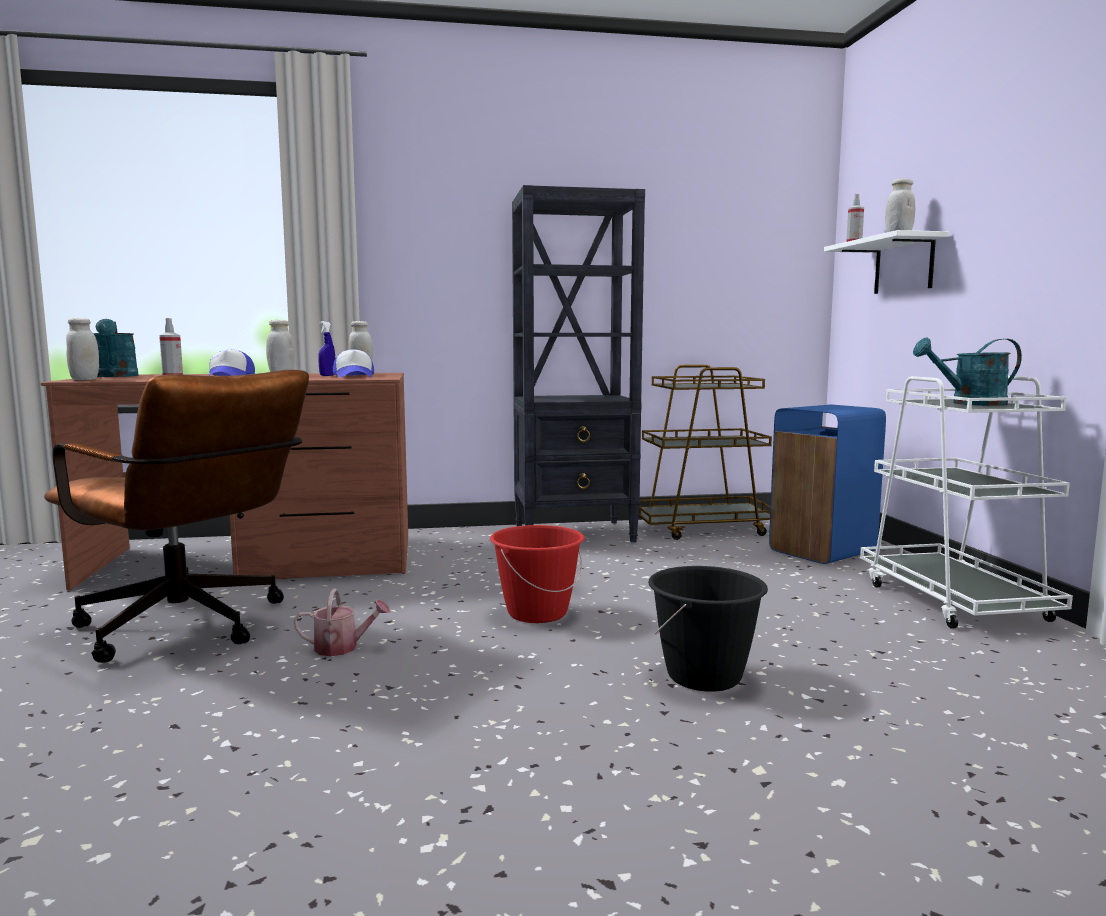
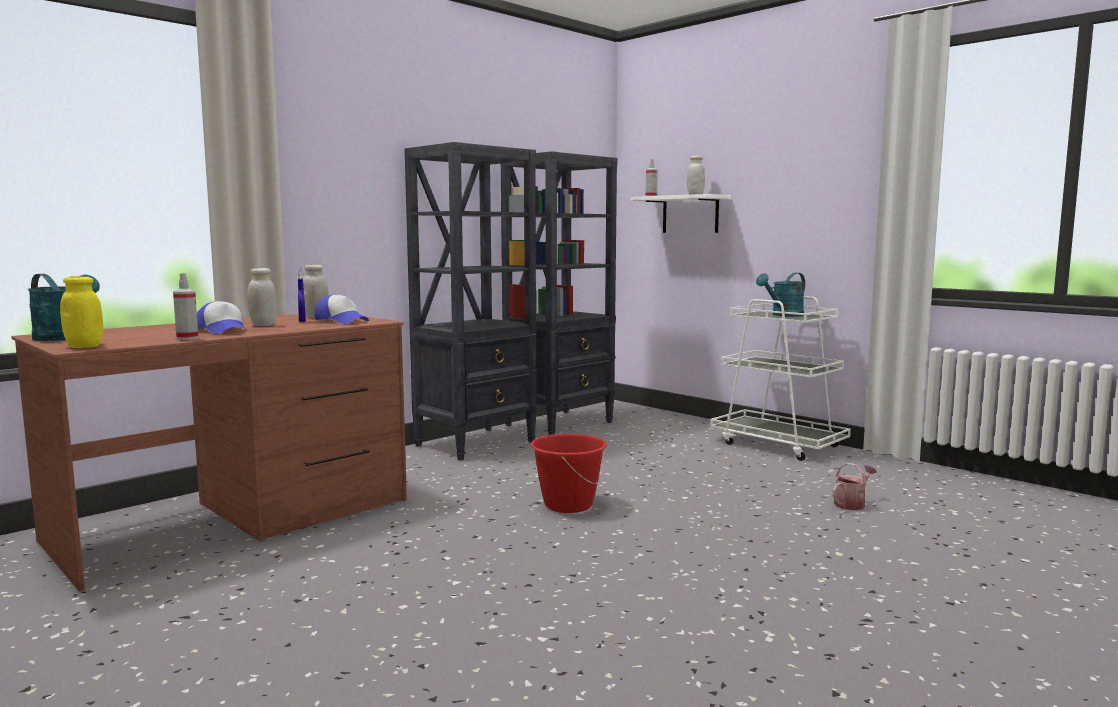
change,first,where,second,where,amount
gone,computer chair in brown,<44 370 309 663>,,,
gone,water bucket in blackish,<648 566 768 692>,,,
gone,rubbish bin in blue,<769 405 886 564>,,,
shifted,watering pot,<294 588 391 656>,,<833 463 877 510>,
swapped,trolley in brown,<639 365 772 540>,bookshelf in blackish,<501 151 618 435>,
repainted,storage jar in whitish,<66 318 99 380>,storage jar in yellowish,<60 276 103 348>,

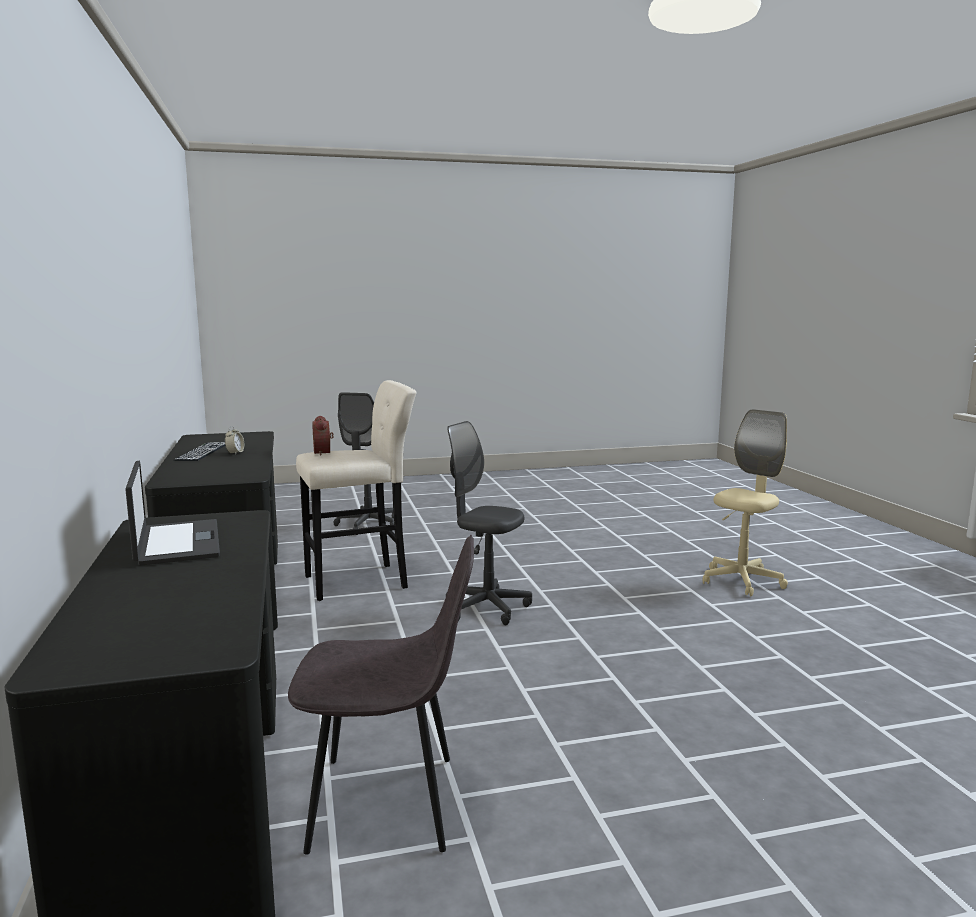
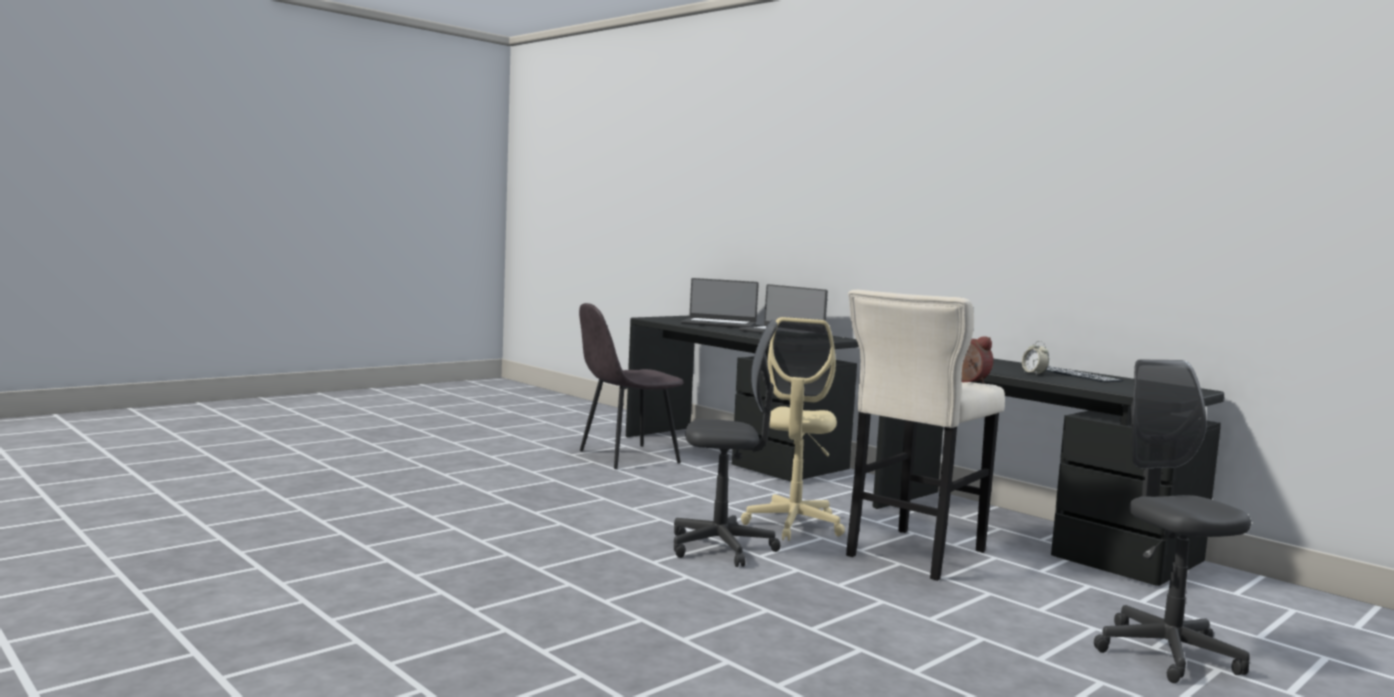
change,first,where,second,where,amount
new,,,notebook computer,<681 278 759 328>,
shifted,computer chair in sand-coloured,<703 409 788 596>,,<741 317 845 541>,

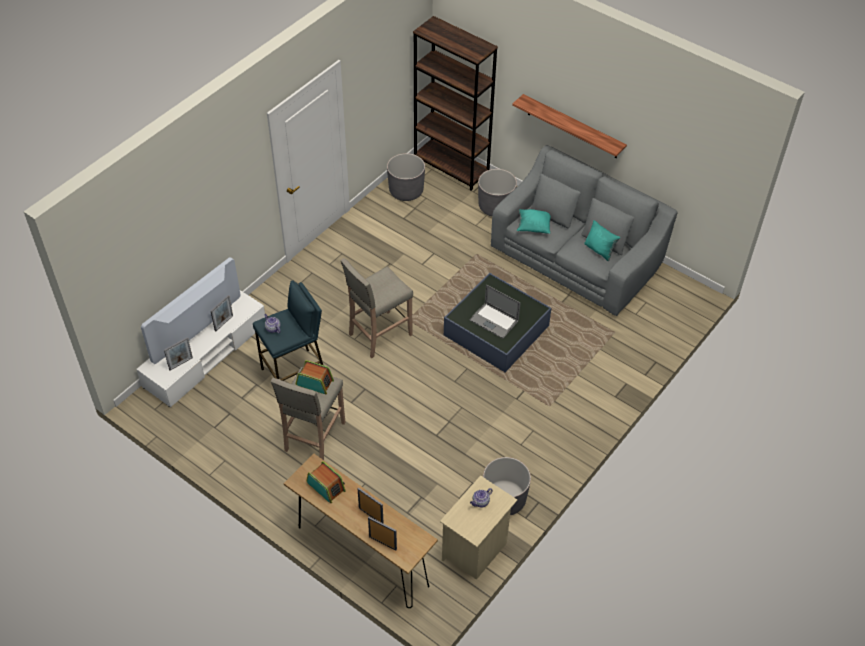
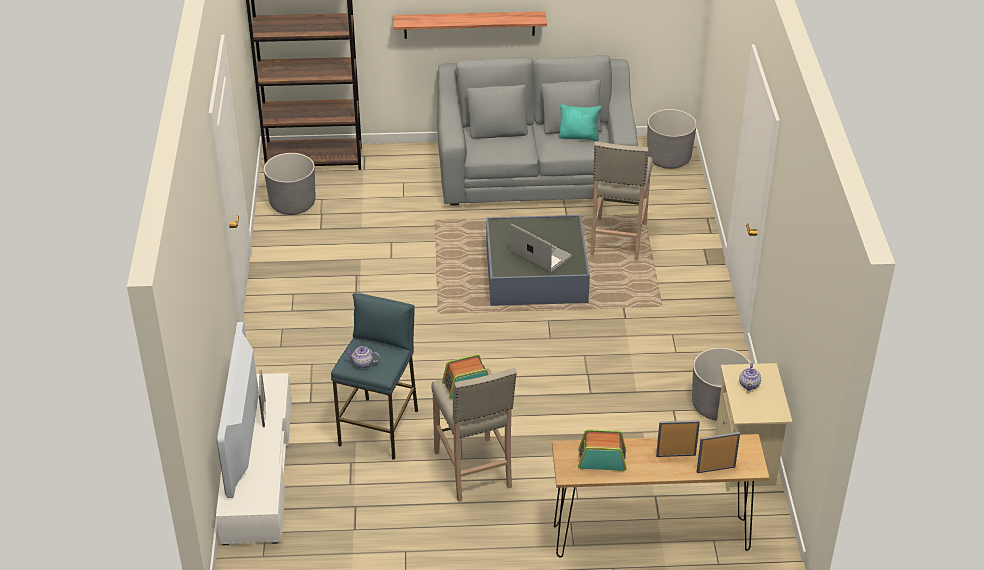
change,first,where,second,where,amount
gone,photo frame,<164 337 193 370>,,,
gone,cushion in turquoise-coloured,<517 209 551 234>,,,
shifted,stool seat in sand-coloured,<340 258 413 358>,,<590 141 653 261>,
shifted,plant pot in grey,<478 169 517 216>,,<647 109 697 169>,
rotated,notebook computer,<469 284 520 339>,,<510 224 573 273>,135 degrees counterclockwise

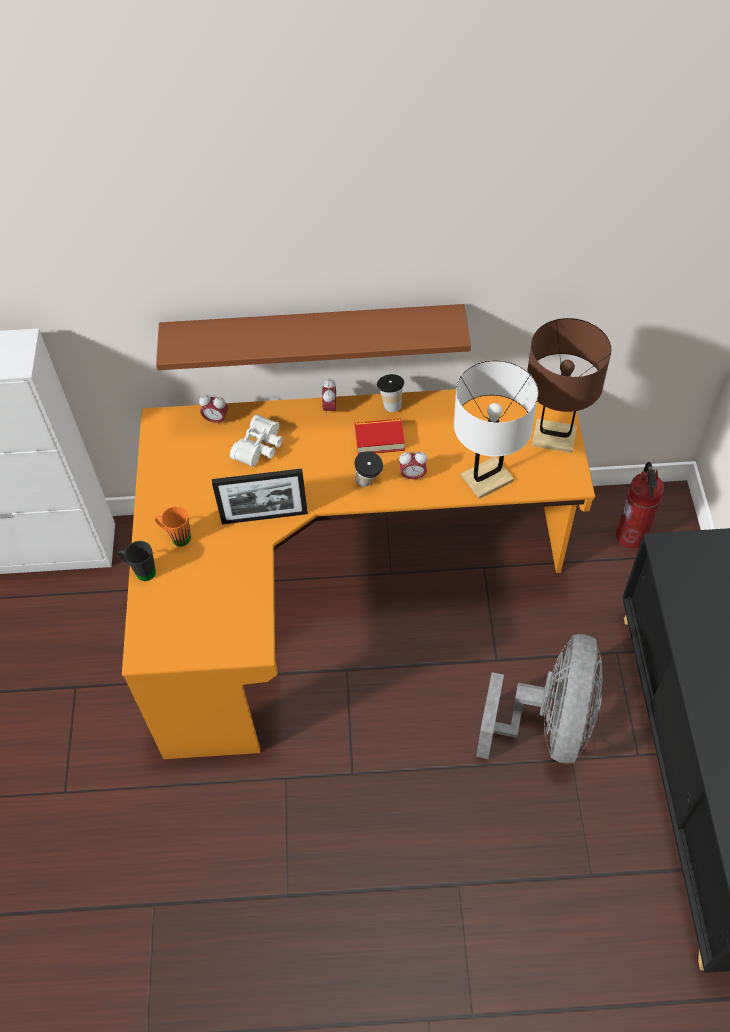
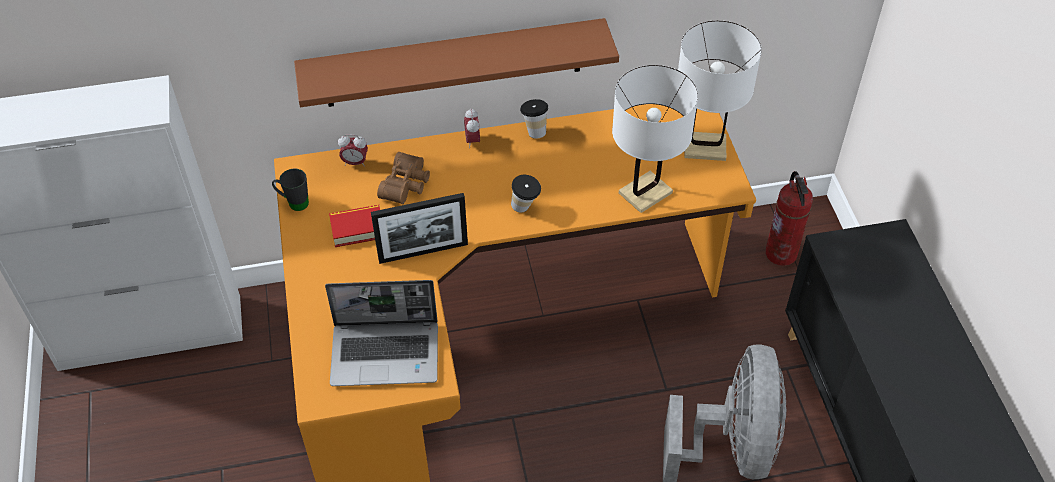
change,first,where,second,where,amount
gone,tea mug in orangey,<155 506 191 546>,,,
gone,table clock,<399 451 427 480>,,,
new,,,notebook computer,<325 280 438 386>,
shifted,tea mug in blackish,<119 541 156 581>,,<272 169 309 211>,
shifted,book,<355 419 405 455>,,<329 205 380 247>,
repainted,pair of binoculars in whitish,<230 414 283 467>,pair of binoculars in brown,<377 152 430 204>,
repainted,tabletop lamp in brown,<527 318 611 453>,tabletop lamp in whitish,<678 20 762 161>,

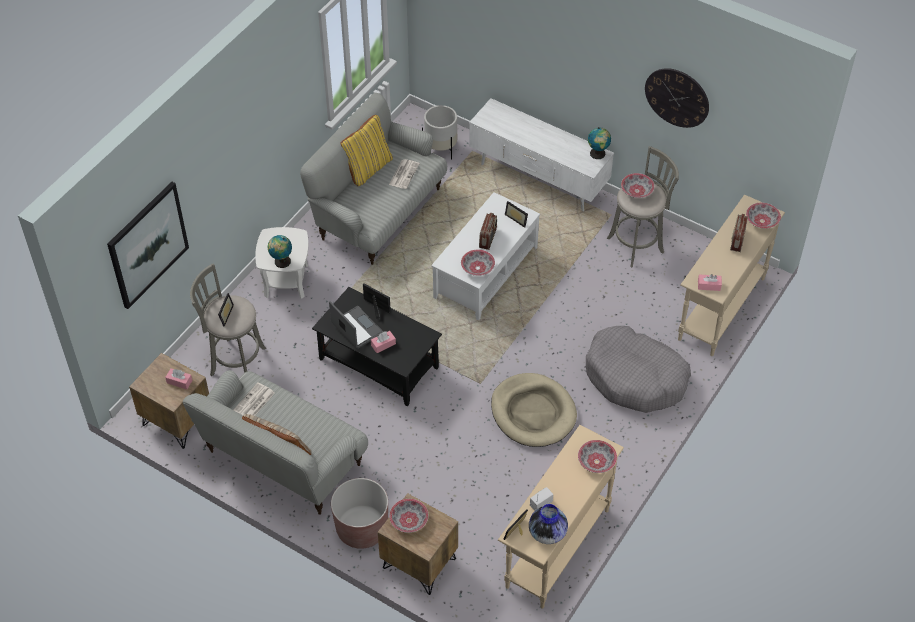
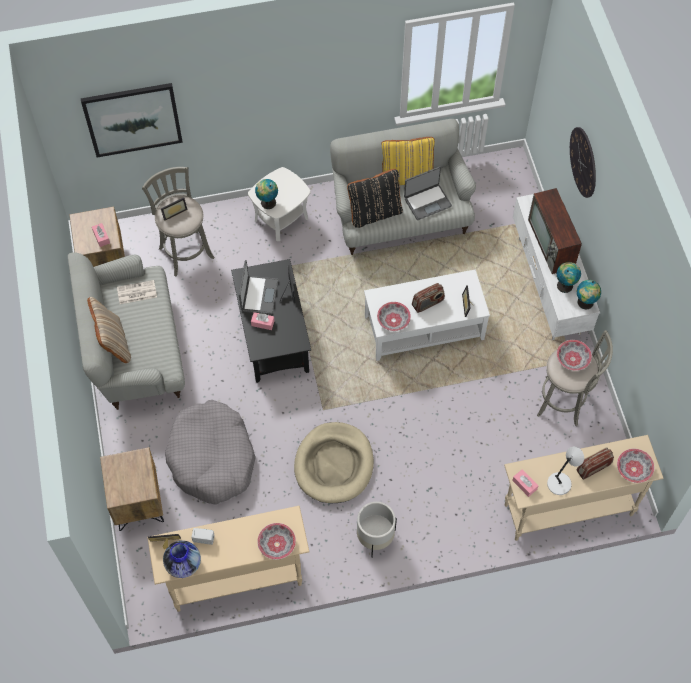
change,first,where,second,where,amount
gone,plant pot in brown,<331 478 388 549>,,,
gone,bowl,<389 499 428 533>,,,
new,,,cushion in blackish,<347 169 403 228>,
new,,,television,<528 188 582 274>,
new,,,tabletop lamp in grey,<547 447 584 495>,
new,,,globe,<557 262 581 293>,
shifted,plant pot in whitish,<422 105 457 160>,,<357 502 397 558>,
shifted,dog bed in grey,<586 326 691 413>,,<165 400 256 505>,
shifted,wall clock,<645 68 709 128>,,<570 127 596 198>,
swapped,newspaper,<389 159 420 189>,notebook computer,<404 166 452 220>,

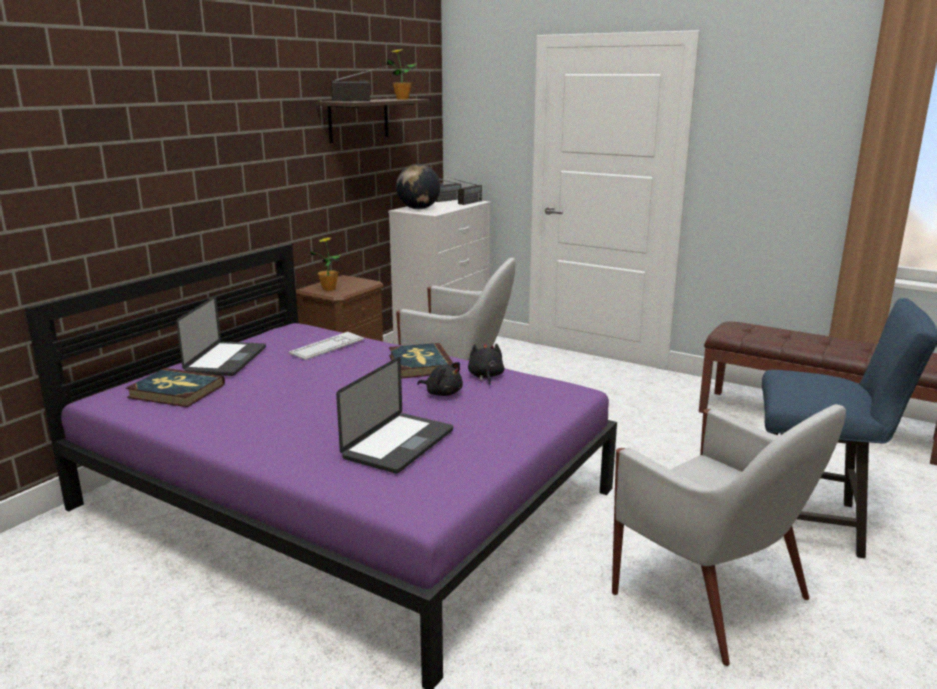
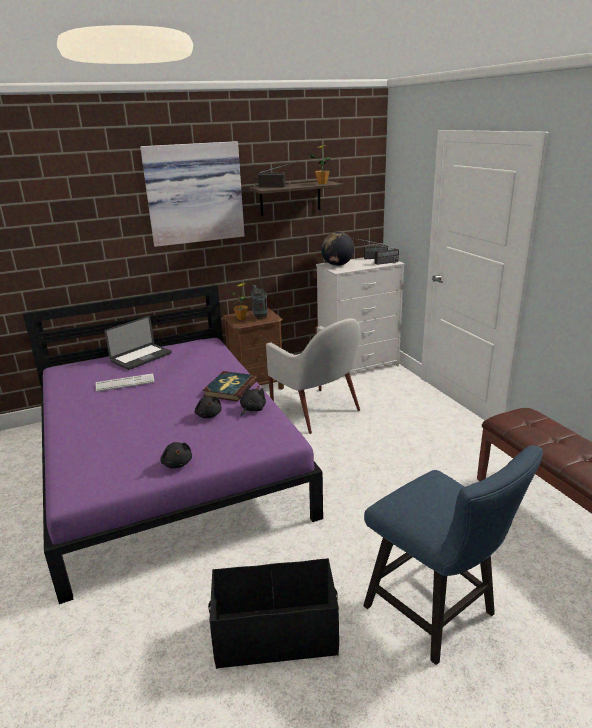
change,first,where,second,where,amount
gone,book,<126 368 225 407>,,,
gone,notebook computer,<336 357 453 473>,,,
new,,,wall picture,<140 141 245 247>,
new,,,cuddly toy in blackish,<161 442 192 468>,
new,,,radio set,<251 275 268 319>,
shifted,keyboard,<288 332 365 360>,,<96 373 155 392>,
swapped,armchair in whitish,<612 404 846 666>,storage bin in blackish,<208 558 339 669>,

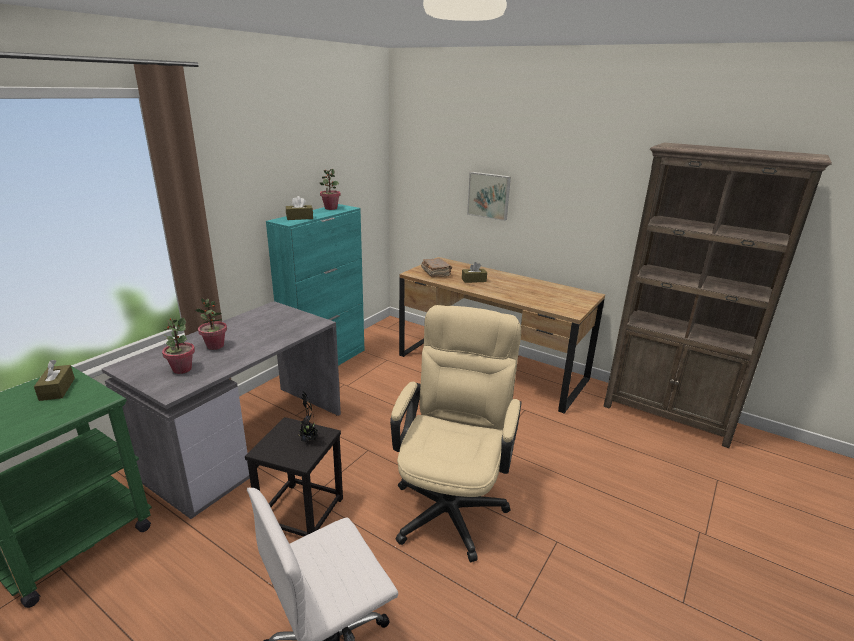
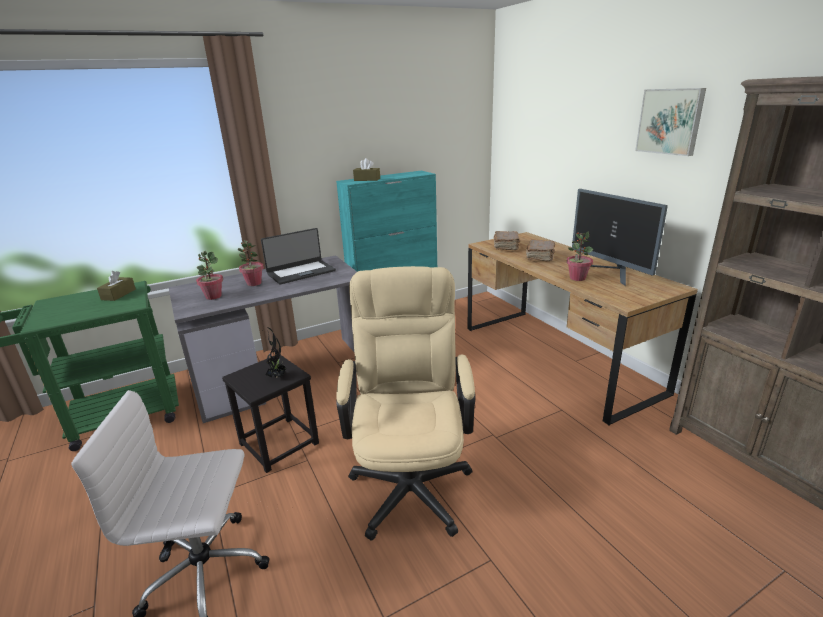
change,first,where,second,where,amount
new,,,notebook computer,<261 228 336 285>,
new,,,computer display,<572 189 668 286>,
shifted,plant in a pot,<319 169 341 210>,,<566 232 593 281>,
shifted,wall picture,<467 172 511 221>,,<635 88 706 156>,
swapped,tissue box in brown,<462 262 487 283>,book in brown,<526 239 555 261>,
rotated,computer chair in sand-coloured,<390 305 521 562>,,<336 266 475 541>,45 degrees counterclockwise

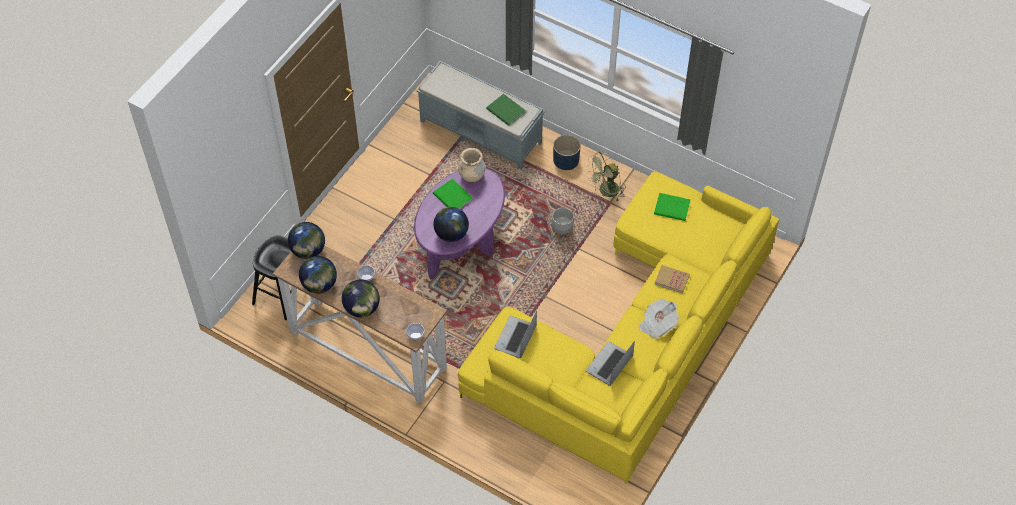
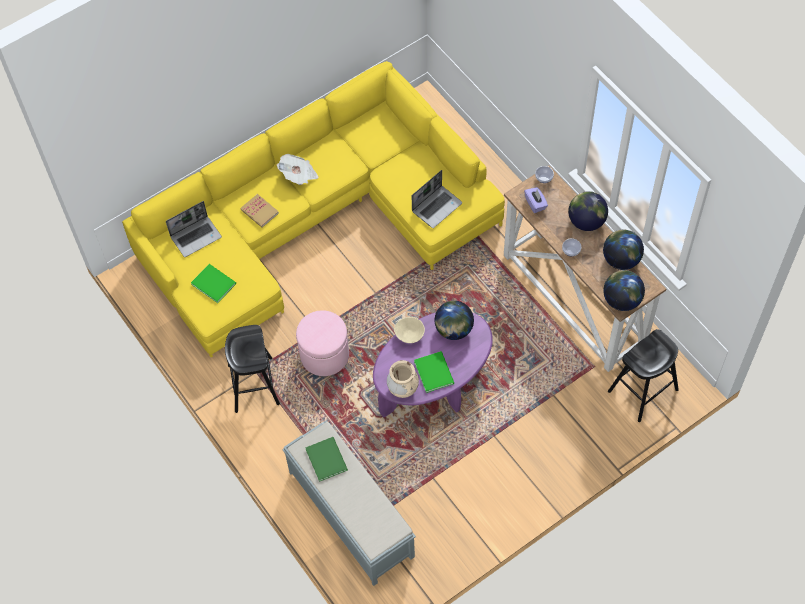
change,first,where,second,where,amount
gone,plant pot in blue,<553 135 581 170>,,,
new,,,bowl in sand-coloured,<394 317 425 343>,
new,,,tissue box in purplish,<524 187 548 213>,
shifted,notebook computer,<586 341 635 386>,,<166 201 222 257>,
swapped,plant pot in grey,<552 208 574 240>,pouffe in pinkish,<296 310 349 376>,
swapped,fan in green,<586 151 626 201>,stool seat in blackish,<225 325 280 413>,

